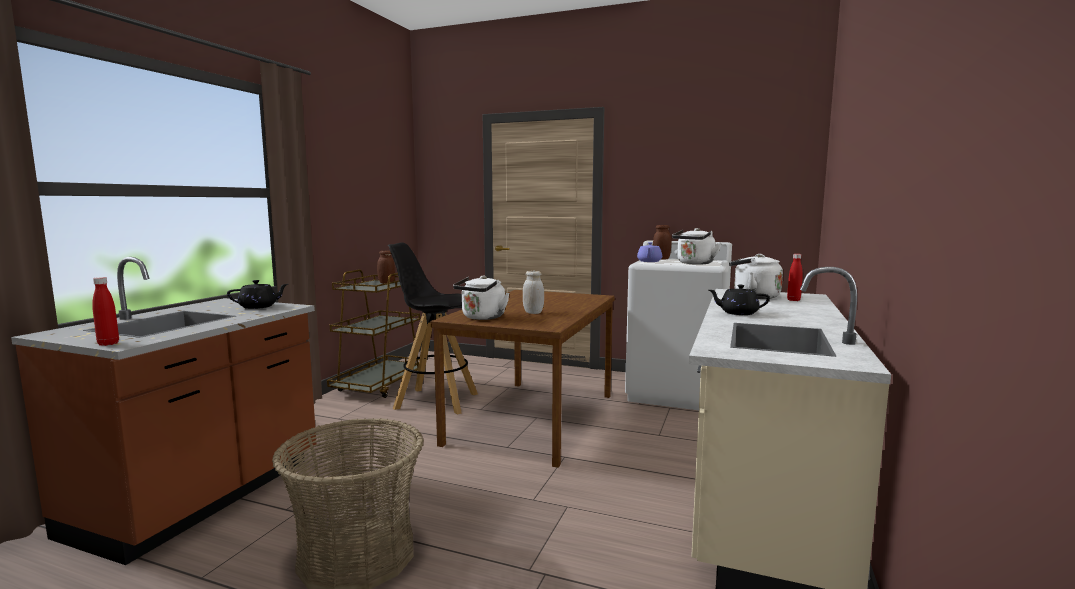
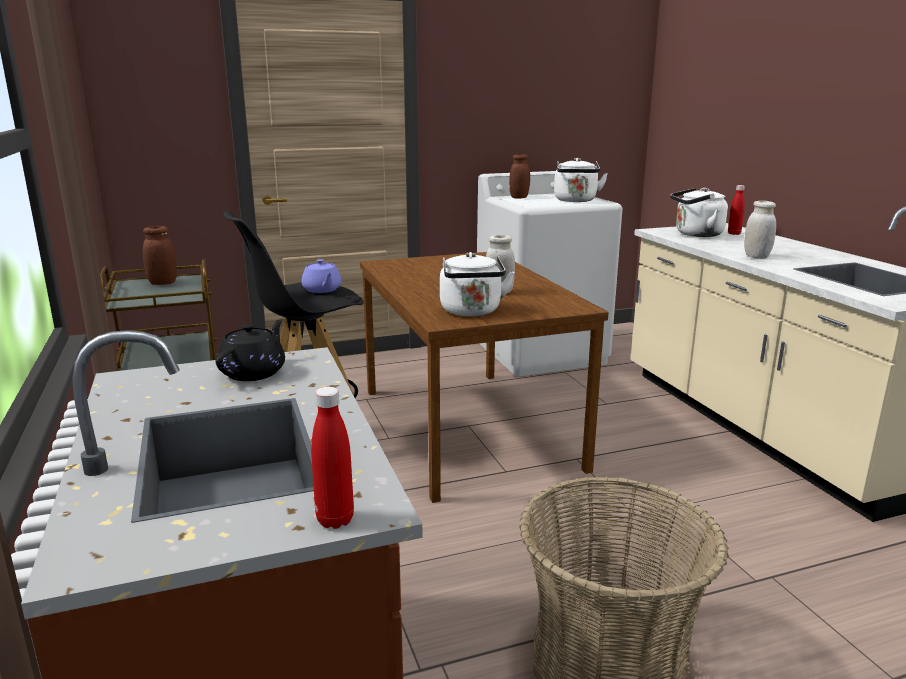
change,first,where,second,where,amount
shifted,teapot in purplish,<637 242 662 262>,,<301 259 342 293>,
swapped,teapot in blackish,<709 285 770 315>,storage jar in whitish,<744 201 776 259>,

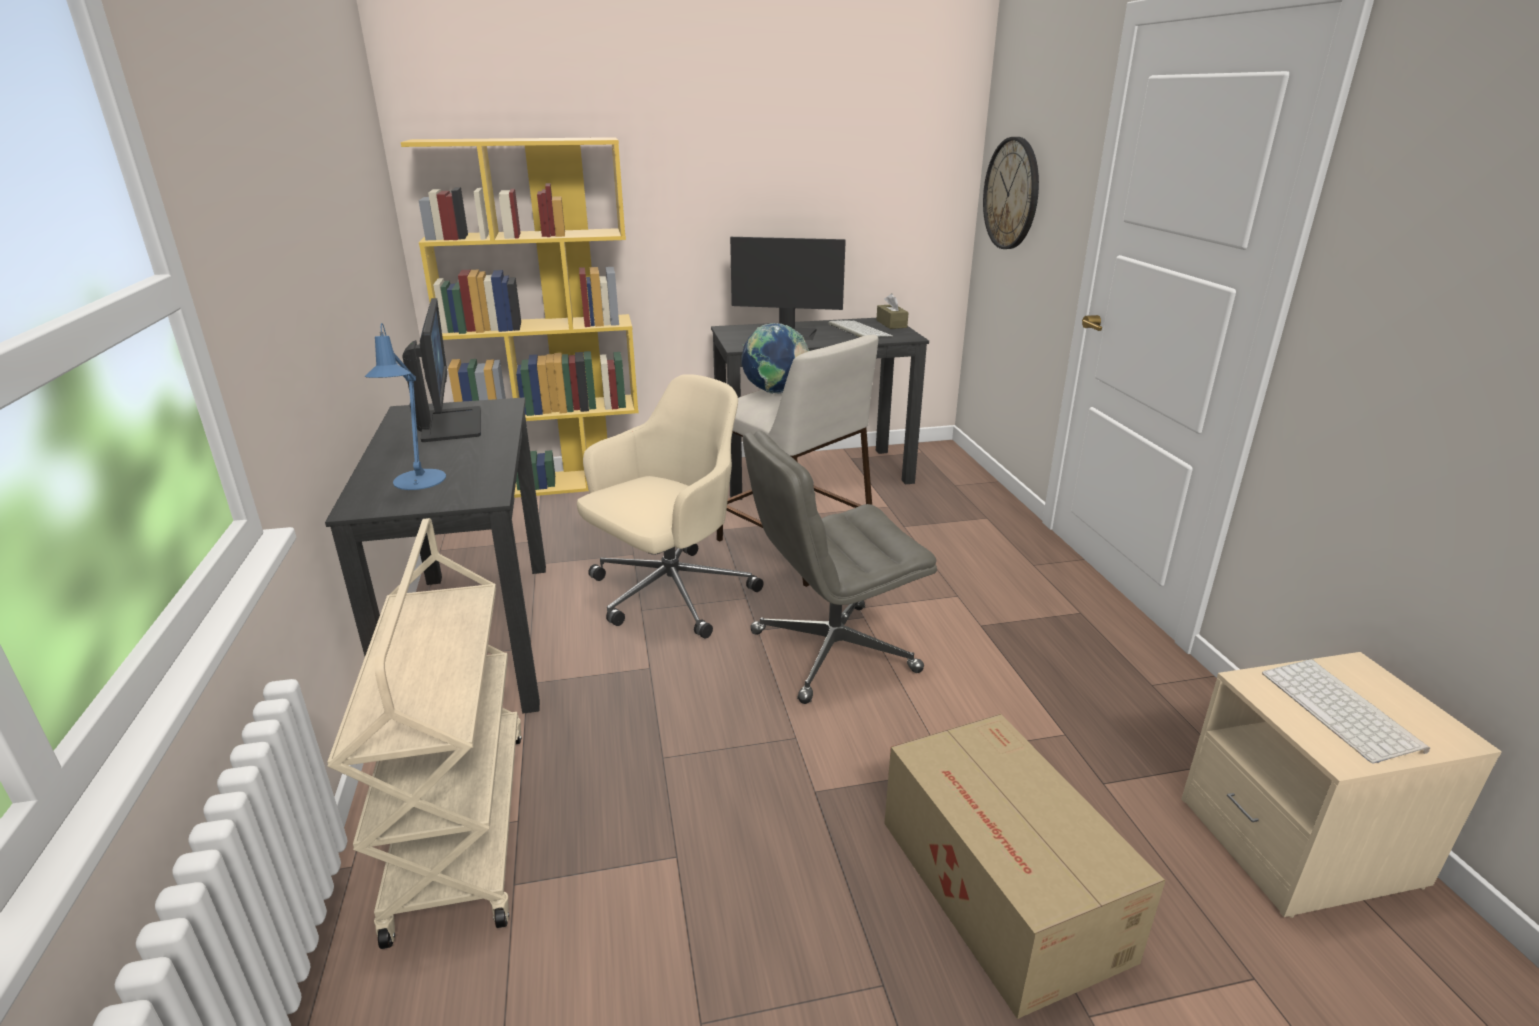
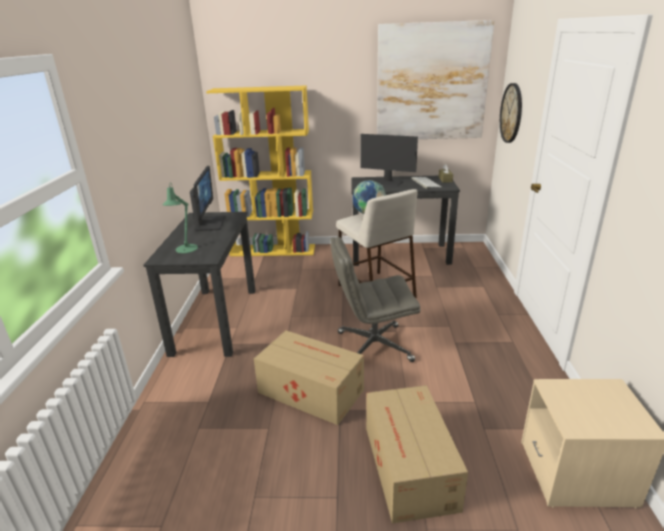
change,first,where,second,where,amount
gone,trolley in sand-coloured,<327 518 522 949>,,,
gone,computer chair in sand-coloured,<577 374 763 639>,,,
gone,keyboard,<1262 659 1430 764>,,,
new,,,cardboard box,<254 330 364 425>,
new,,,wall picture,<377 20 494 139>,
repainted,tabletop lamp in blue,<365 323 446 490>,tabletop lamp in green,<162 182 198 253>,

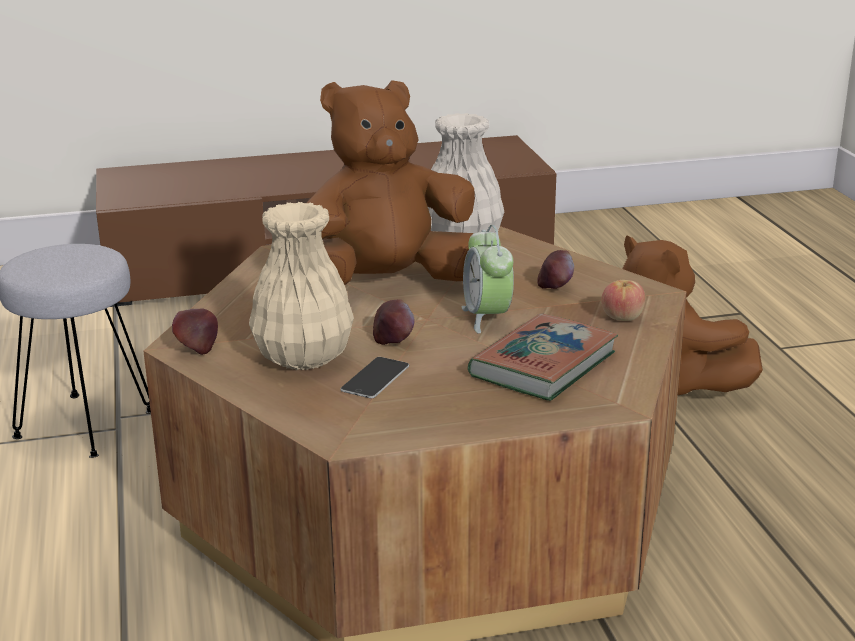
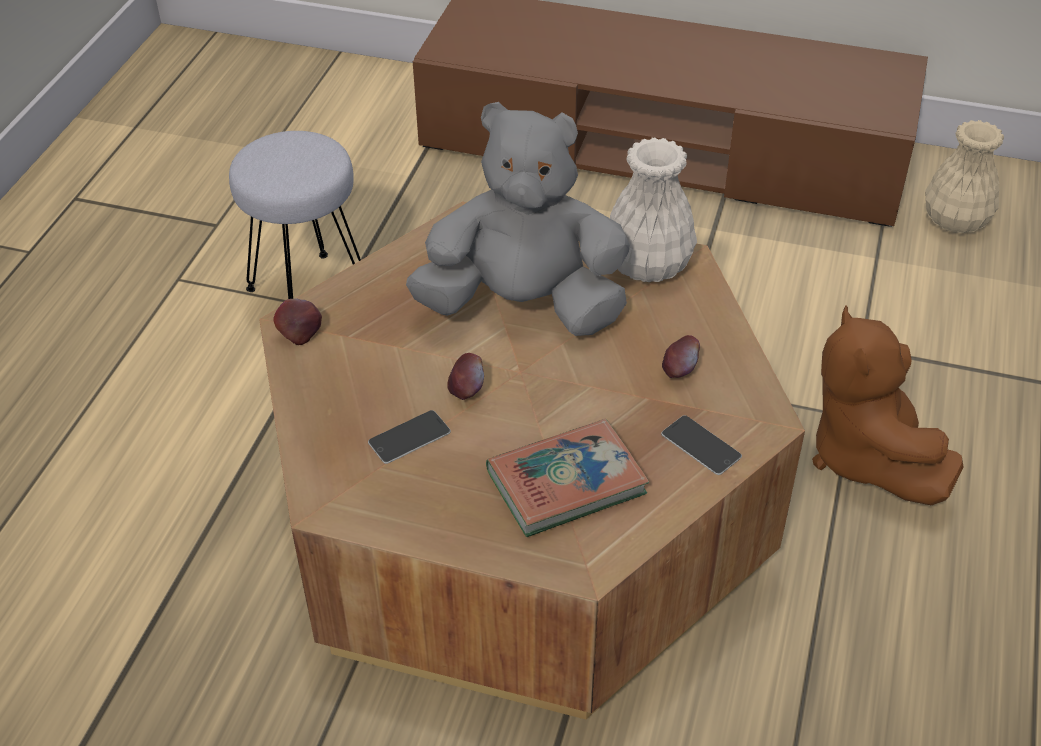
change,first,where,second,where,amount
gone,table clock,<462 225 514 334>,,,
shifted,decorative vase in sand-coloured,<249 202 354 370>,,<925 120 1004 233>,
swapped,apple,<601 280 645 321>,phone,<661 415 742 475>,
repainted,cuddly toy in brown,<307 80 475 285>,cuddly toy in grey,<406 102 630 336>,

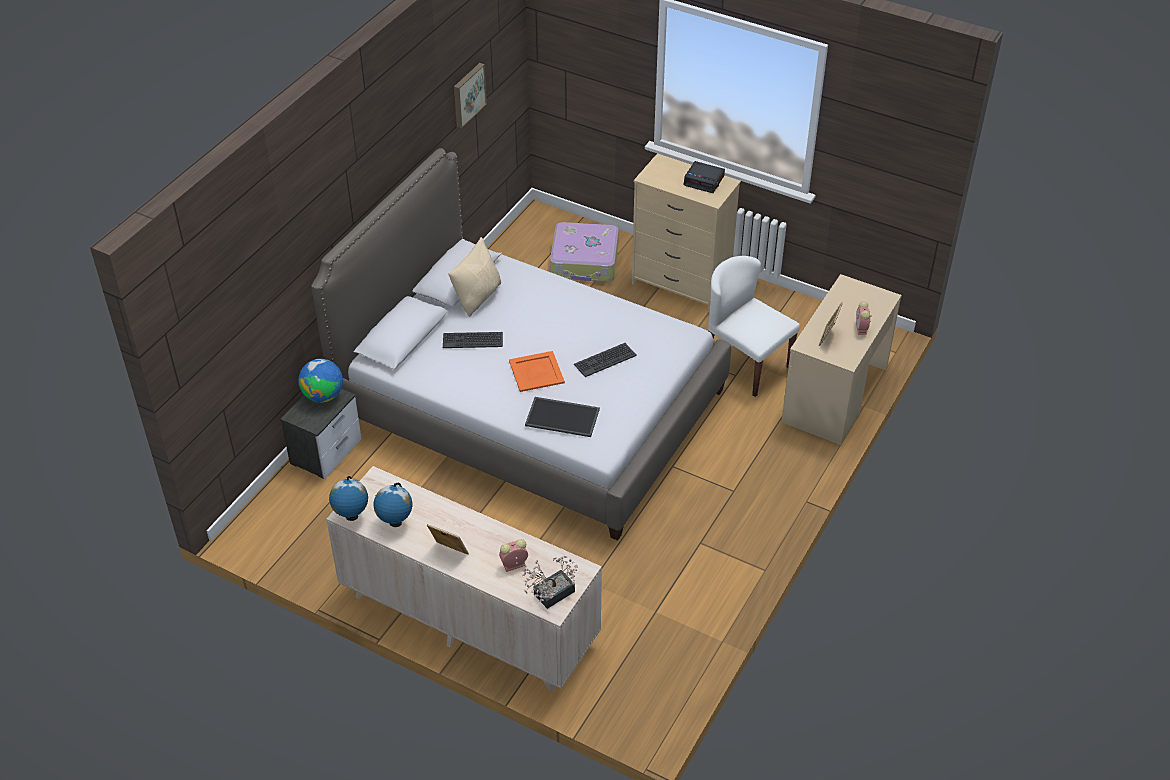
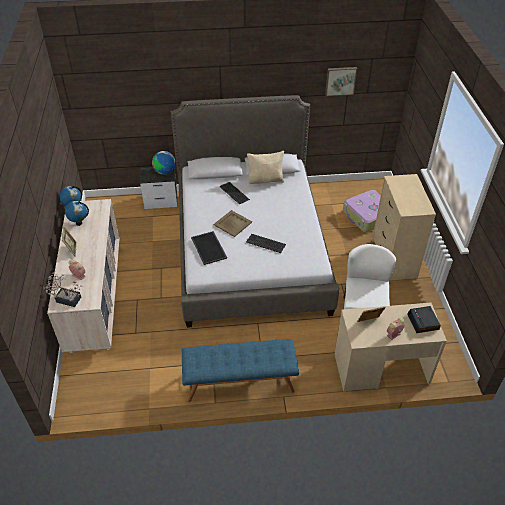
change,first,where,second,where,amount
new,,,indoor bench in blue,<182 339 299 402>,
shifted,table clock,<683 161 725 193>,,<407 306 441 333>,
repainted,tray in orangey,<509 351 565 392>,tray in sand-coloured,<214 210 252 237>,

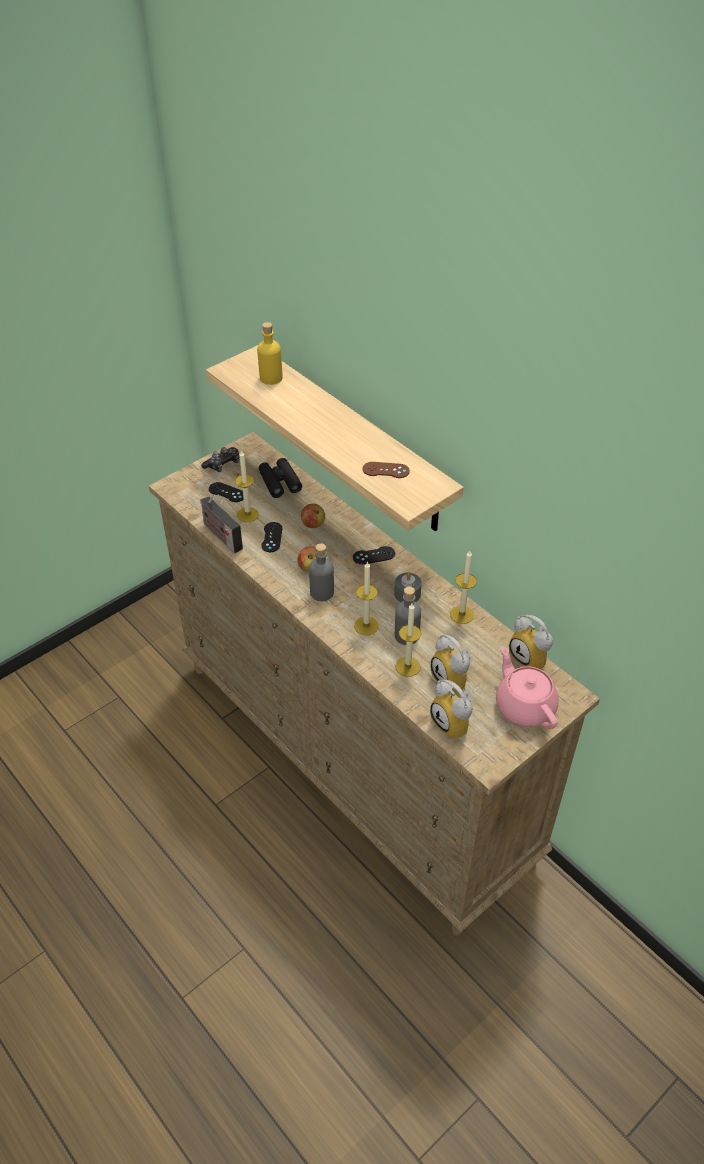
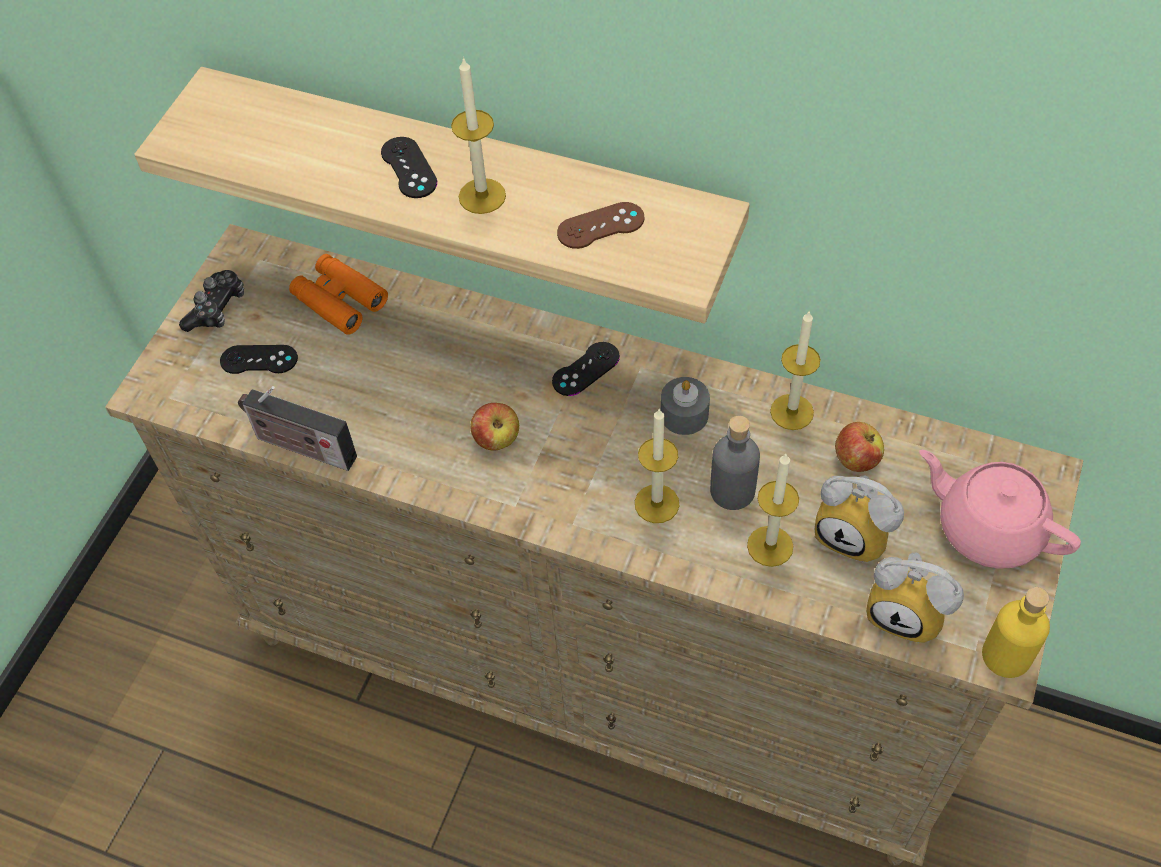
change,first,where,second,where,amount
gone,drink bottle in grey,<309 543 334 601>,,,
gone,table clock,<509 615 553 669>,,,
shifted,candle,<235 450 259 522>,,<451 57 506 214>,
shifted,drink bottle in yellowish,<257 322 283 385>,,<982 587 1050 678>,
shifted,game controller in blackish,<261 522 282 552>,,<381 137 437 198>,
shifted,apple,<301 504 325 528>,,<835 422 884 472>,
repainted,pair of binoculars in blackish,<259 458 302 498>,pair of binoculars in orangey,<289 254 388 335>,

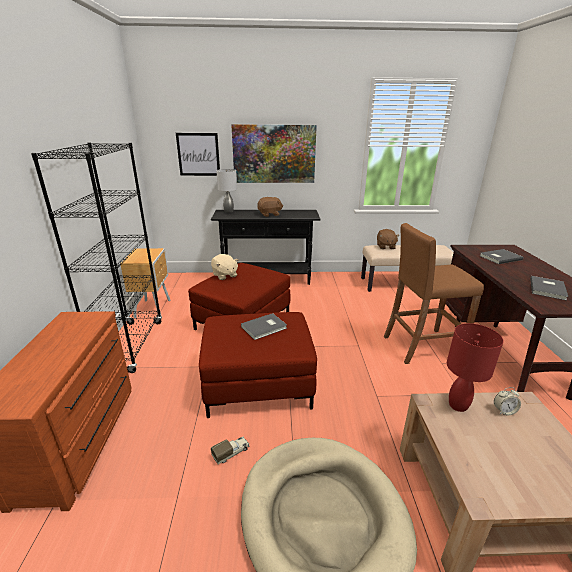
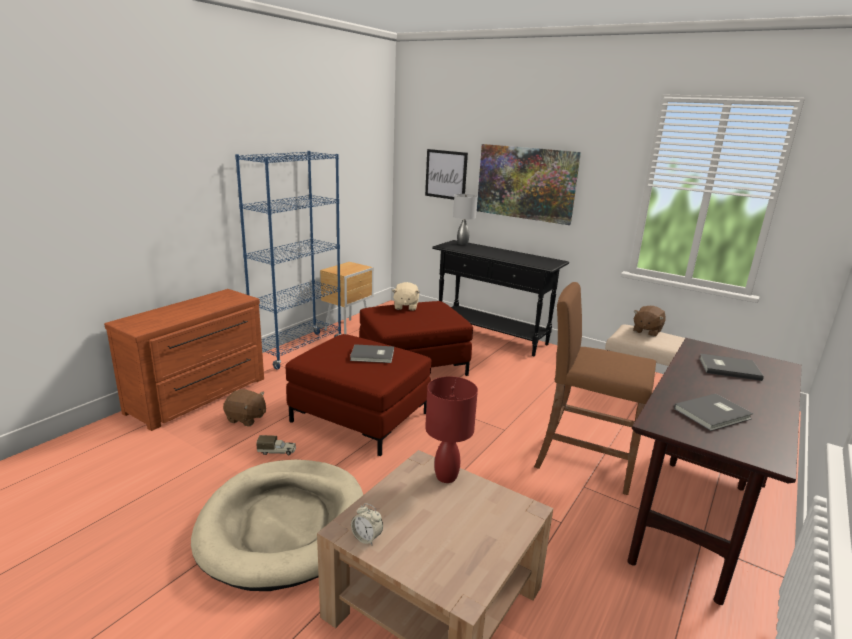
change,first,where,second,where,amount
shifted,cuddly toy in brown,<257 197 283 217>,,<223 389 266 426>,
shifted,table clock,<494 387 521 415>,,<351 503 383 545>,
repainted,bookshelf in blackish,<31 142 162 373>,bookshelf in blue,<235 151 342 370>,

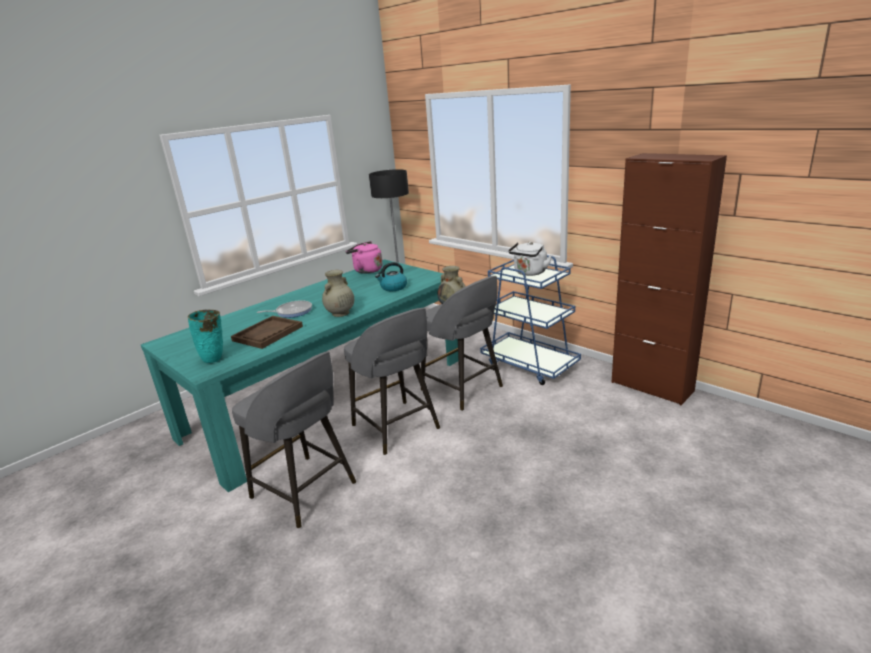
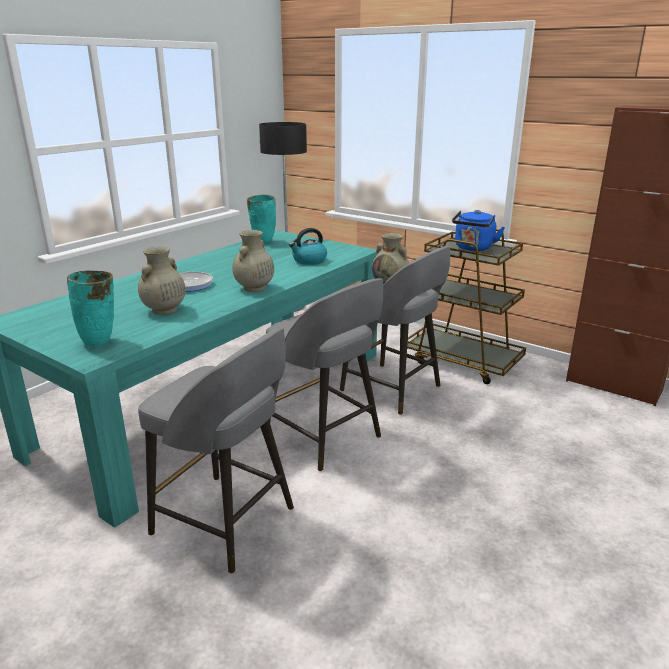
change,first,where,second,where,amount
swapped,tray in brown,<231 316 303 349>,decorative vase in sand-coloured,<138 247 186 315>,
swapped,kettle in pinkish,<346 241 383 274>,decorative vase in turquoise-coloured,<247 195 276 243>,
repainted,trolley in blue,<480 255 581 385>,trolley in brown,<407 229 526 384>,
repainted,kettle in whitish,<508 242 552 276>,kettle in blue,<452 210 505 251>,

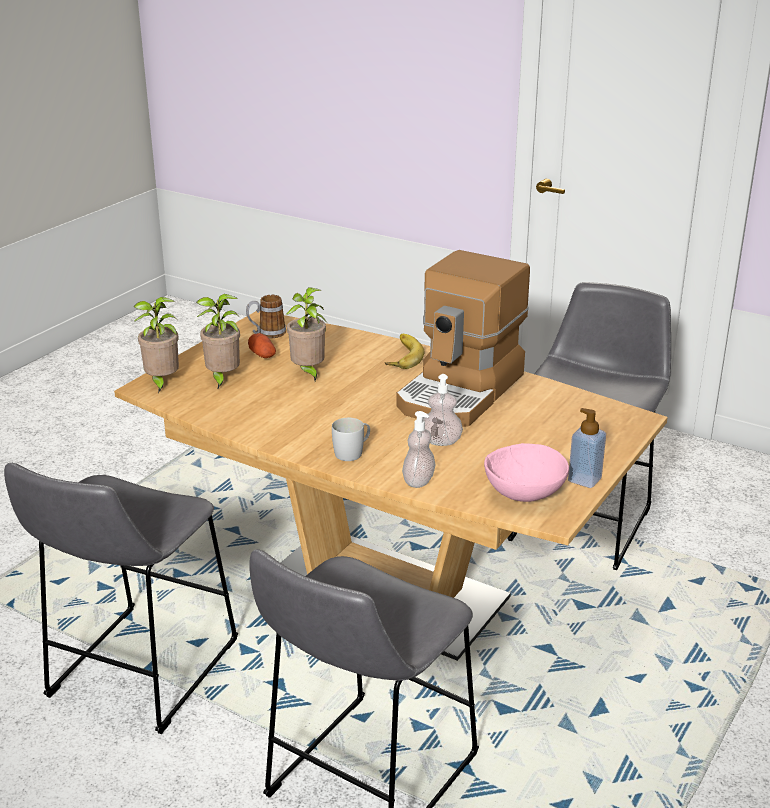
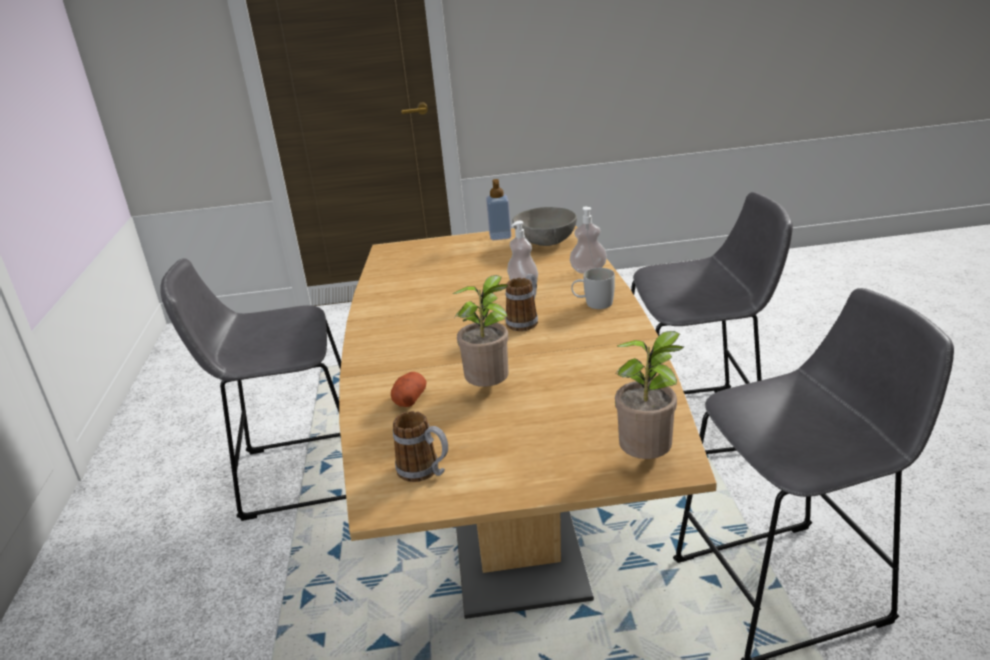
change,first,where,second,where,amount
gone,plant in a pot,<197 294 240 390>,,,
gone,whole banana,<385 334 425 369>,,,
gone,coffee machine,<396 250 530 427>,,,
new,,,tea mug,<505 274 538 331>,
shifted,potato,<248 333 276 358>,,<391 372 427 407>,
repainted,bowl in pinkish,<484 443 569 502>,bowl in grey,<513 207 577 246>,

